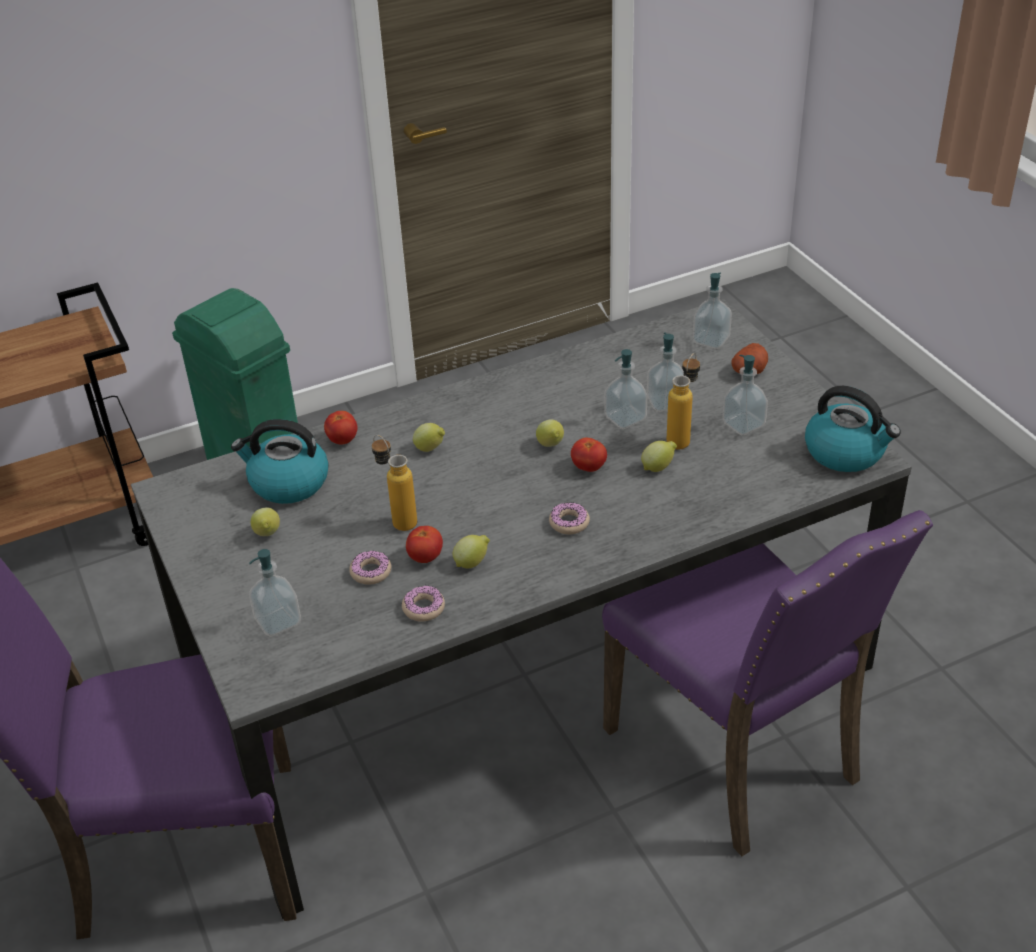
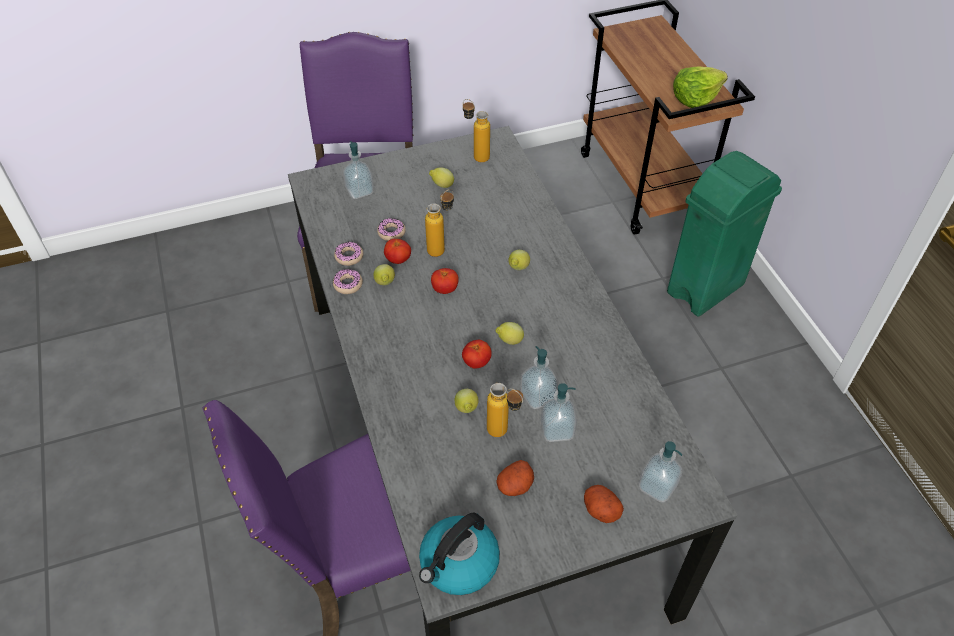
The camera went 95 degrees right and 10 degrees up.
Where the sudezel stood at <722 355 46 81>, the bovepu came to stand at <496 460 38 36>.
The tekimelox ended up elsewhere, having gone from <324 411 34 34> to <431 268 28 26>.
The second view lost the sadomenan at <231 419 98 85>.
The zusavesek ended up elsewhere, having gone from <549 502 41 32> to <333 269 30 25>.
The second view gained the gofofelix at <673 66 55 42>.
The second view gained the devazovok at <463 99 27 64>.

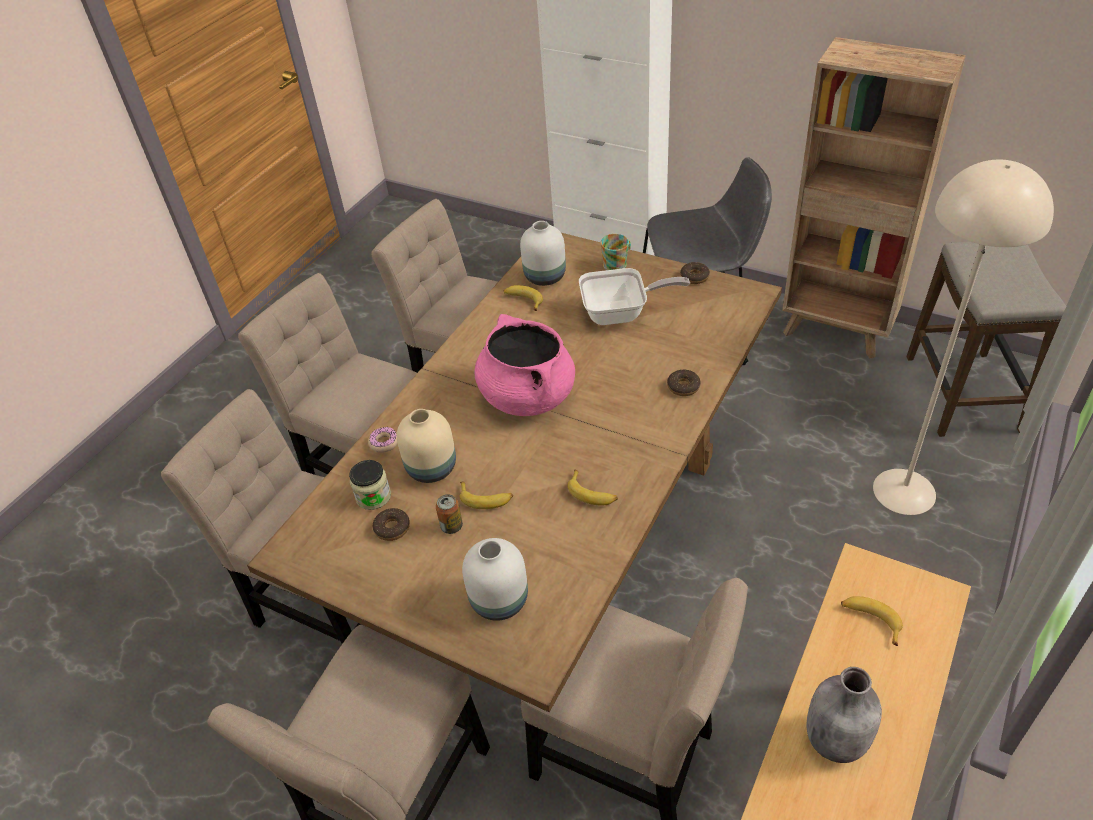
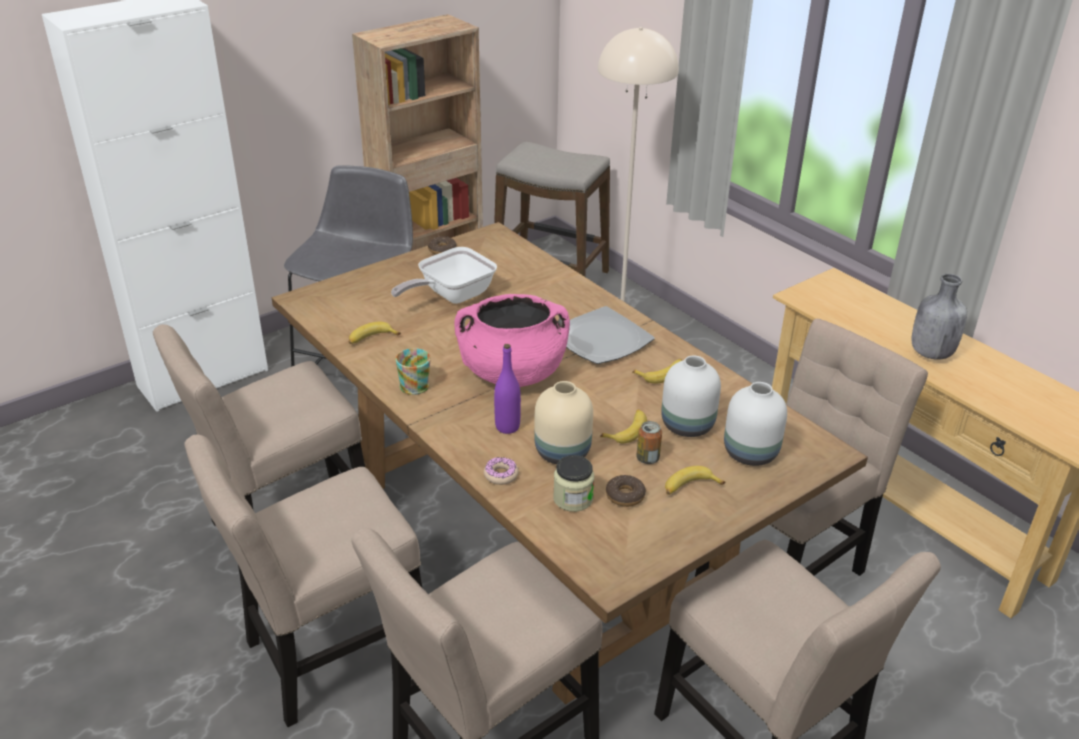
The camera went 70 degrees left and 10 degrees down.
The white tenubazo ended up elsewhere, having gone from <520 221 46 65> to <661 355 60 82>.
The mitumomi ended up elsewhere, having gone from <600 234 31 36> to <396 348 35 47>.
The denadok at <579 268 111 57> ended up facing another way, 150 degrees counterclockwise from before.
The second view lost the zusavesek at <667 369 34 27>.
The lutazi ended up elsewhere, having gone from <841 596 62 50> to <665 466 60 29>.
The second view gained the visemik at <566 306 89 58>.
The second view gained the purple devazovok at <494 344 27 90>.

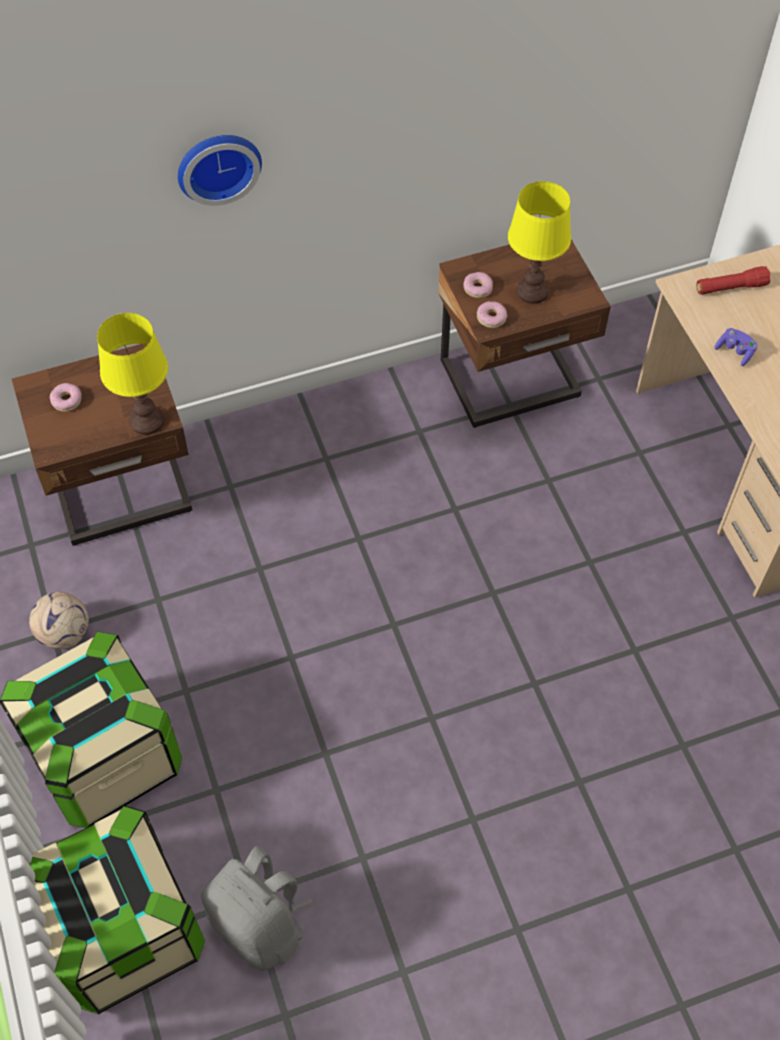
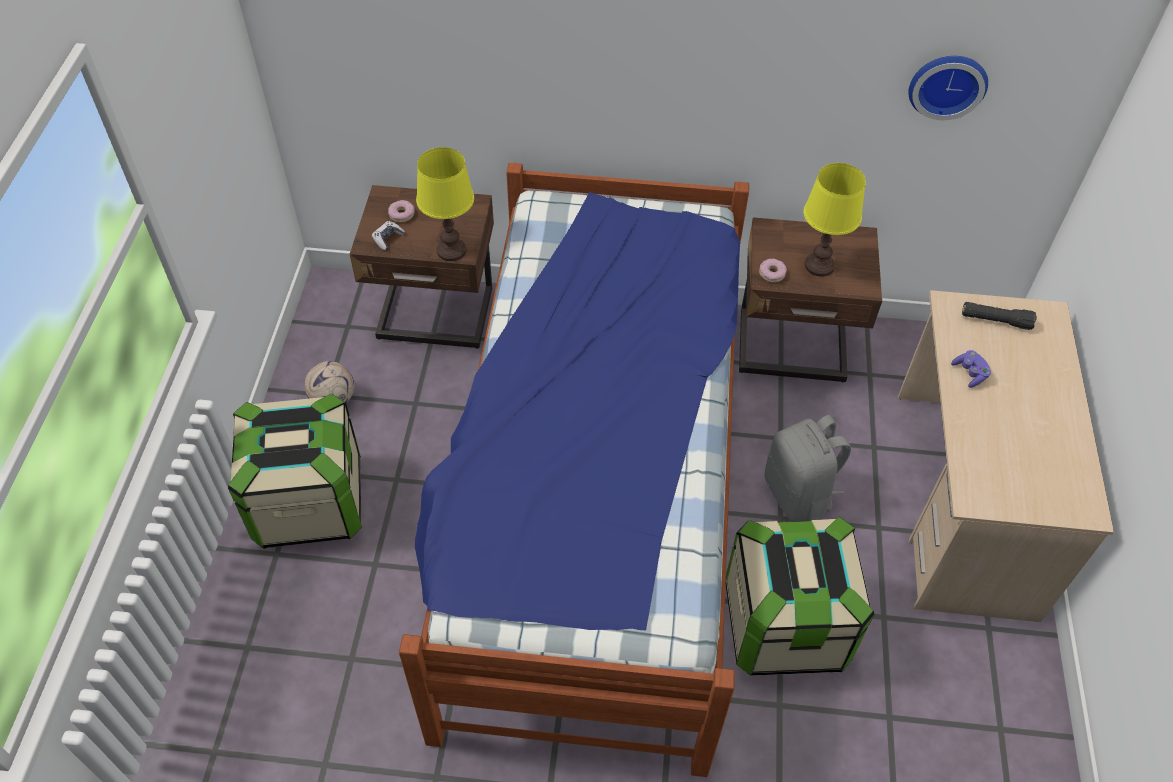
The camera went 25 degrees right and 5 degrees down.
The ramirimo ended up elsewhere, having gone from <178 135 84 71> to <908 56 80 64>.
What was the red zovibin at <696 266 74 29> turned into the black zovibin at <962 302 75 28>.
The second view lost the zusavesek at <463 272 30 26>.
The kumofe ended up elsewhere, having gone from <29 806 176 208> to <726 517 148 159>.
The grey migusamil ended up elsewhere, having gone from <201 846 111 125> to <765 415 86 106>.
The second view gained the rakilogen at <399 163 350 614>.
The second view gained the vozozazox at <372 221 33 29>.

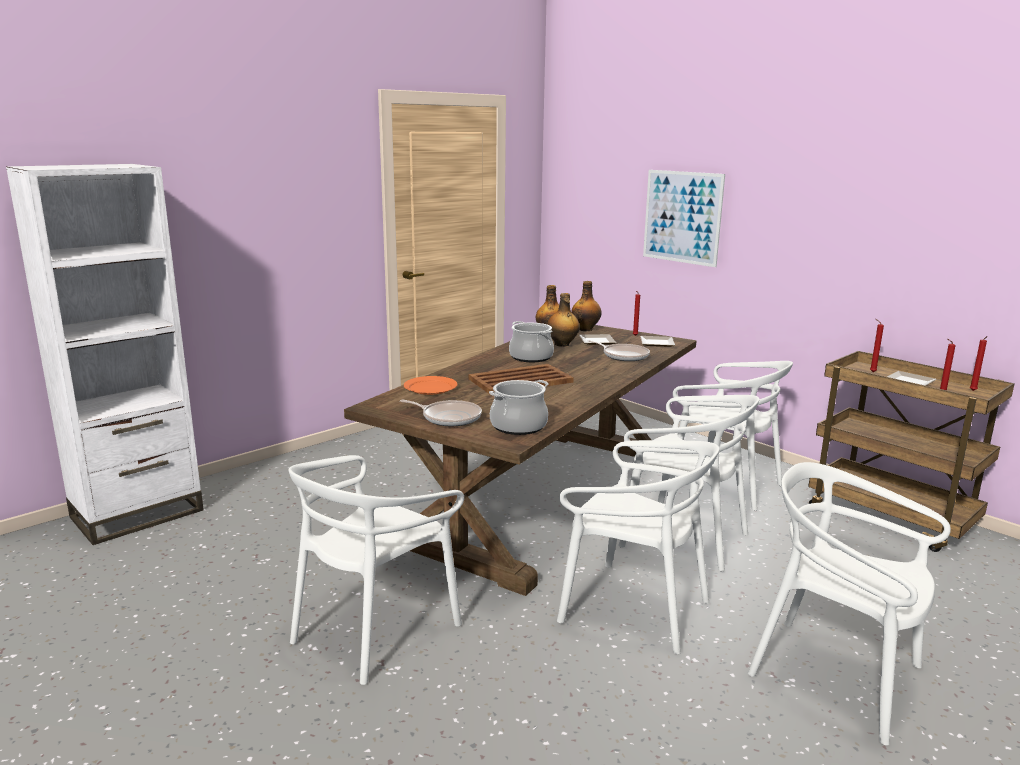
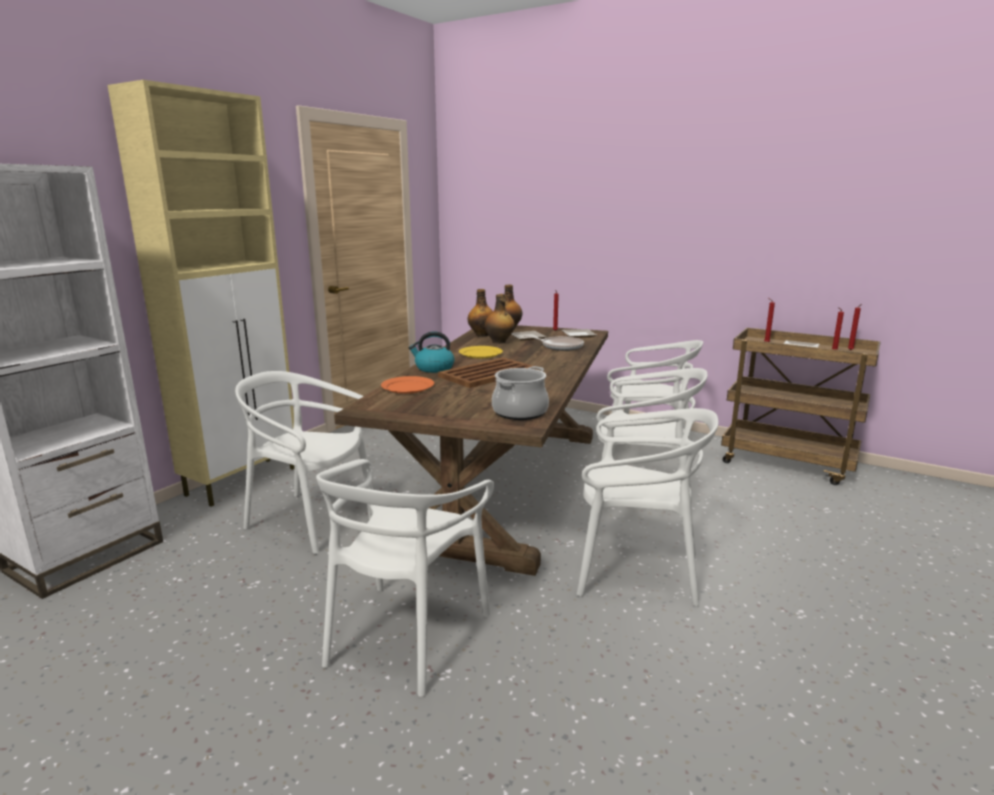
The camera went 15 degrees left and 0 degrees up.
The second view lost the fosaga at <643 170 82 97>.
Where the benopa stood at <509 321 45 41>, the yellow visemik came to stand at <459 346 44 13>.
The second view lost the denadok at <400 400 82 26>.
The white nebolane ended up elsewhere, having gone from <748 462 203 283> to <235 371 138 183>.
The second view gained the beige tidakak at <108 80 186 426>.
The second view gained the sadomenan at <408 331 47 42>.

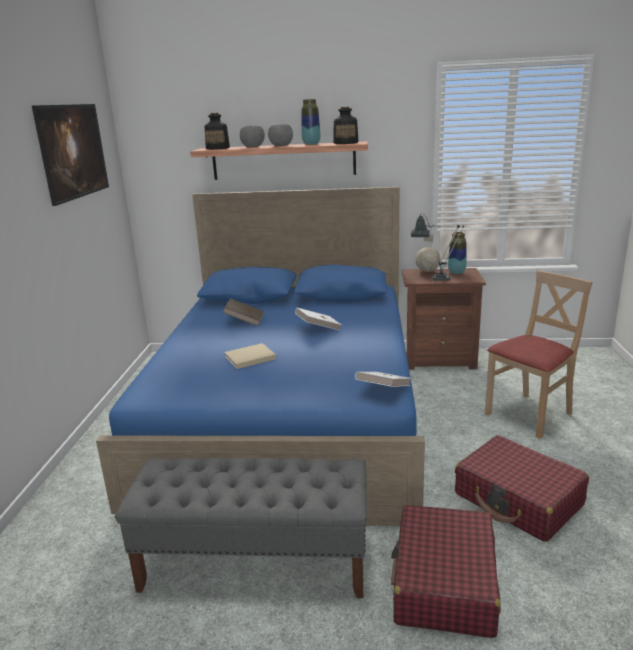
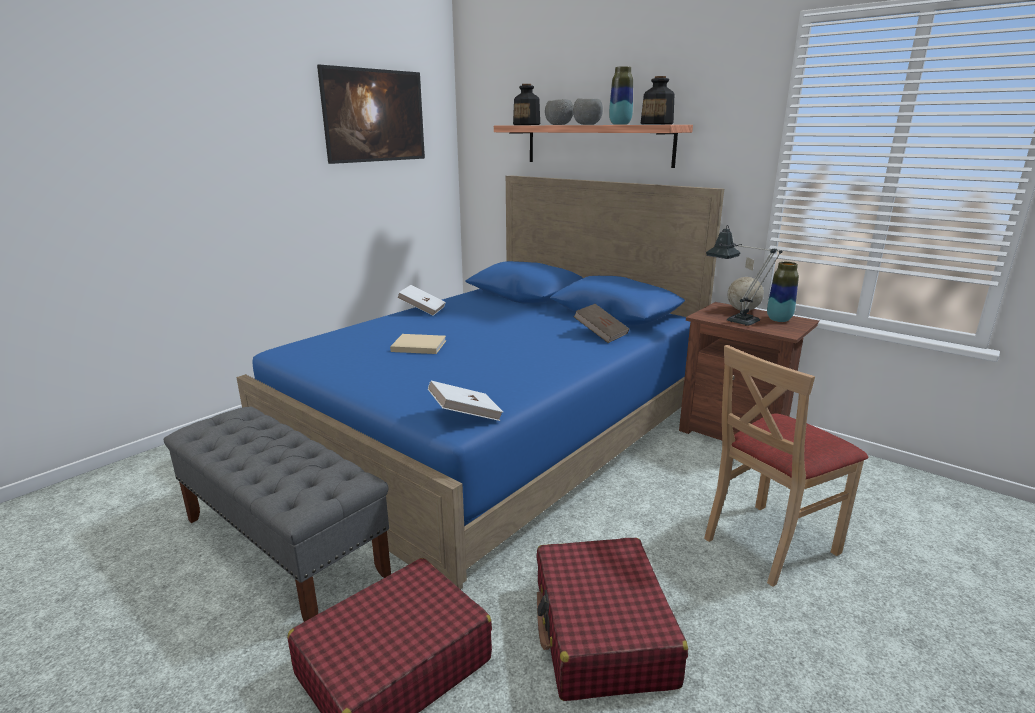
The camera went 35 degrees right and 0 degrees up.
The beige nebolane at <485 271 107 168> ended up facing another way, 150 degrees clockwise from before.
The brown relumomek ended up elsewhere, having gone from <223 298 41 28> to <573 304 56 39>.
The white relumomek ended up elsewhere, having gone from <295 308 47 22> to <397 285 49 31>.

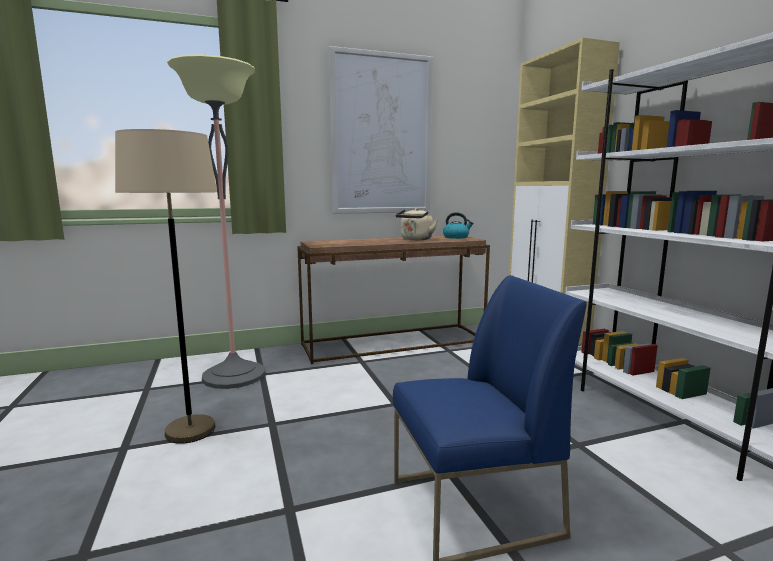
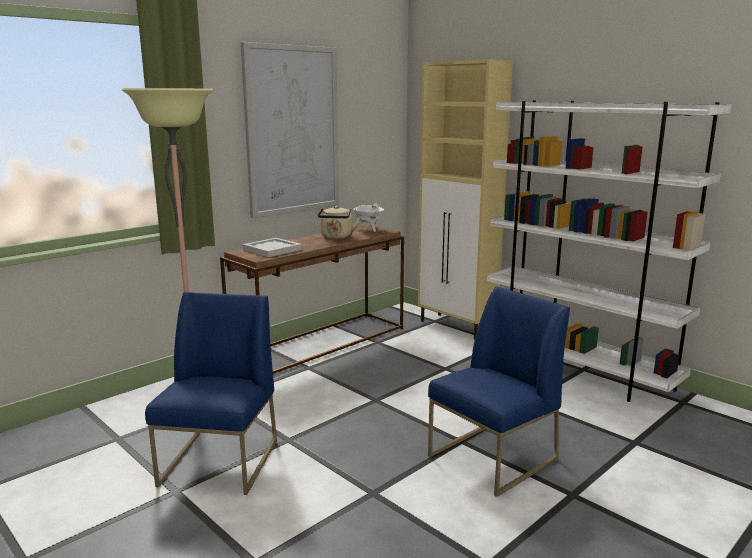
The camera went 25 degrees left and 5 degrees up.
Where the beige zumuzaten stood at <115 129 102 315>, the blue nebolane came to stand at <145 292 132 203>.
Where the sadomenan stood at <443 212 31 27>, the white benopa came to stand at <353 203 31 29>.
The second view gained the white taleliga at <243 238 59 19>.

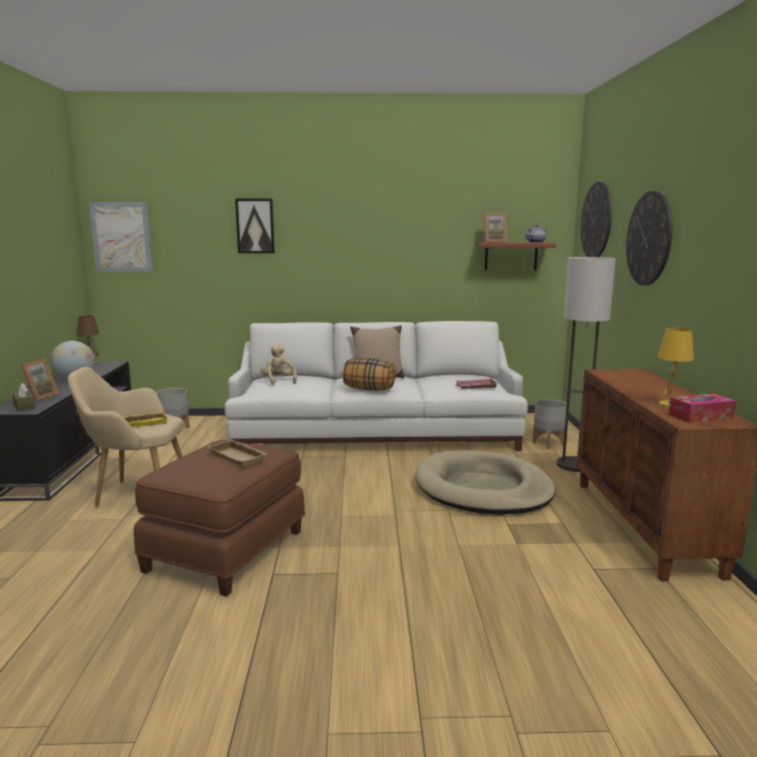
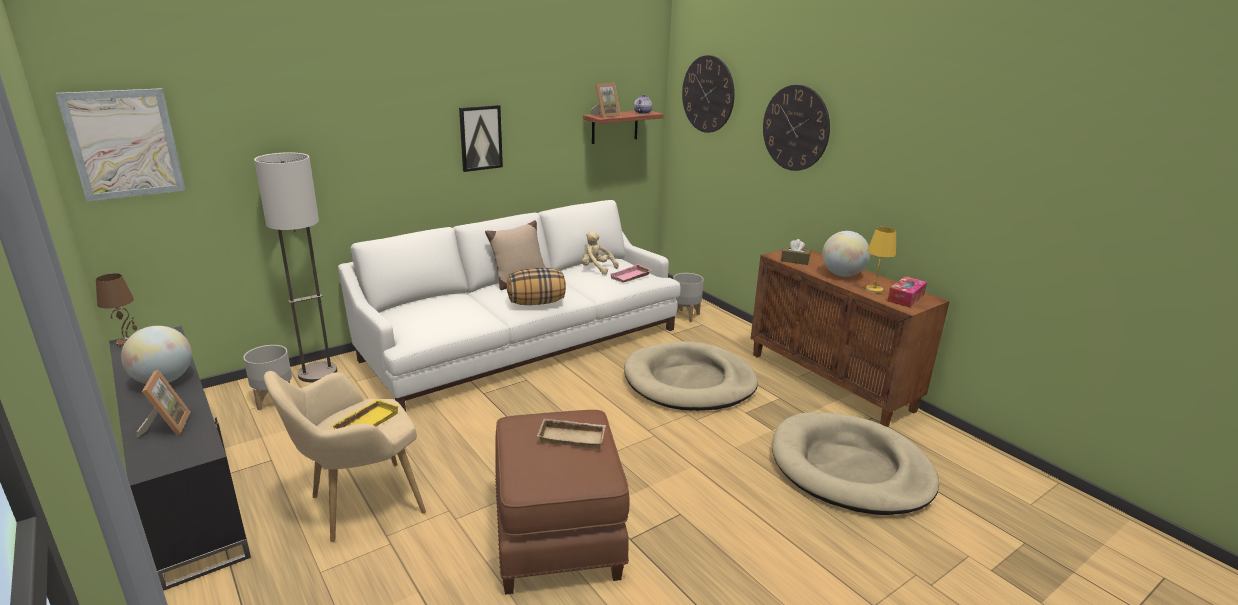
The camera went 35 degrees left and 10 degrees up.
The fosaga ended up elsewhere, having gone from <235 198 40 55> to <459 105 44 67>.
The zumuzaten ended up elsewhere, having gone from <557 257 59 215> to <254 152 83 230>.
The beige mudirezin ended up elsewhere, having gone from <261 344 36 41> to <582 231 37 44>.
The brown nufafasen ended up elsewhere, having gone from <12 383 23 28> to <781 239 30 26>.
The second view gained the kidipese at <822 231 48 46>.
The second view gained the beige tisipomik at <772 412 167 103>.

